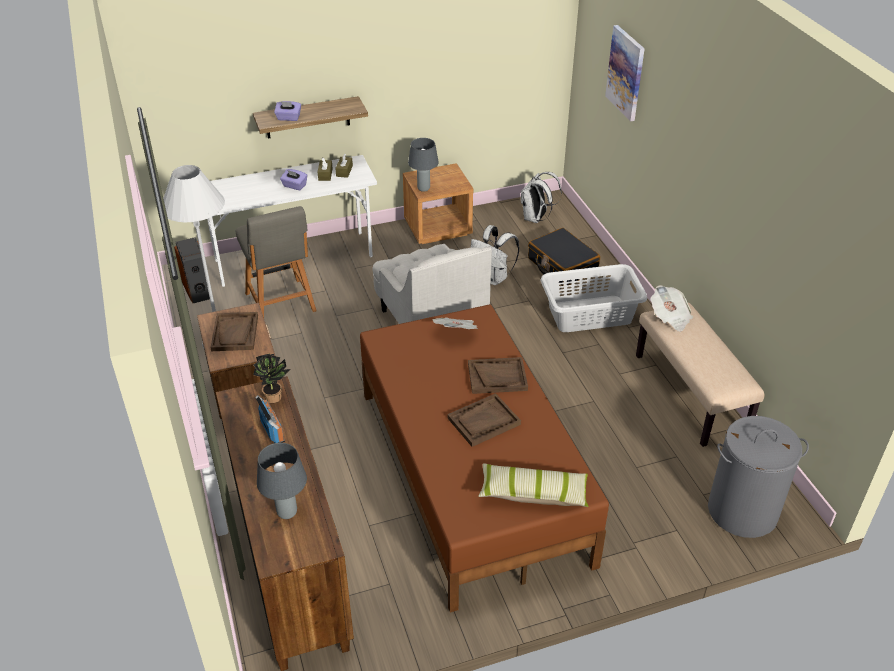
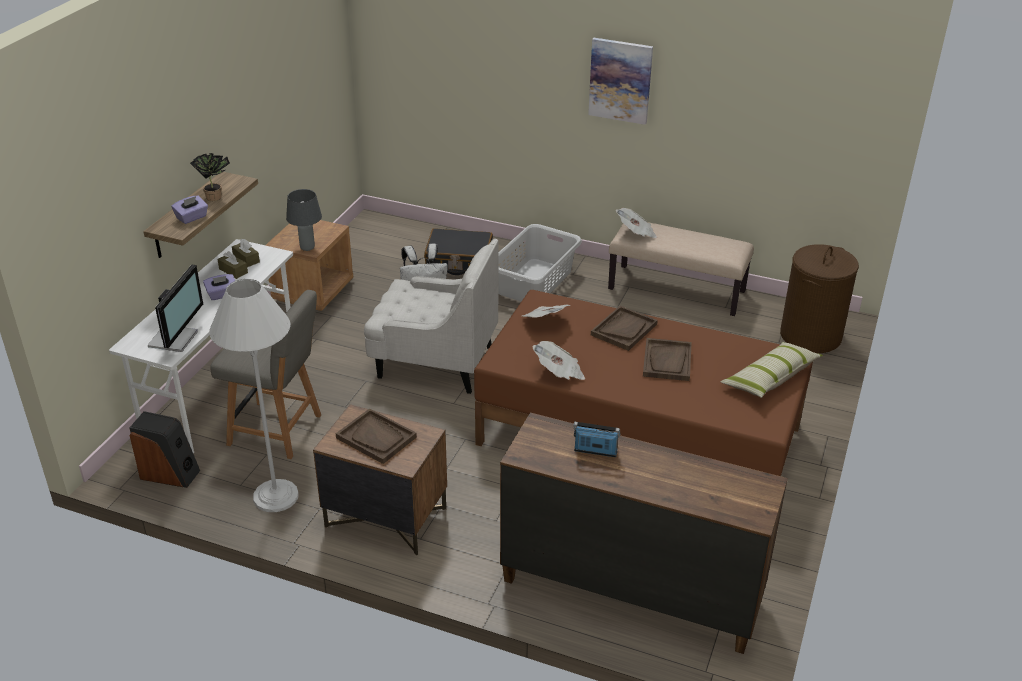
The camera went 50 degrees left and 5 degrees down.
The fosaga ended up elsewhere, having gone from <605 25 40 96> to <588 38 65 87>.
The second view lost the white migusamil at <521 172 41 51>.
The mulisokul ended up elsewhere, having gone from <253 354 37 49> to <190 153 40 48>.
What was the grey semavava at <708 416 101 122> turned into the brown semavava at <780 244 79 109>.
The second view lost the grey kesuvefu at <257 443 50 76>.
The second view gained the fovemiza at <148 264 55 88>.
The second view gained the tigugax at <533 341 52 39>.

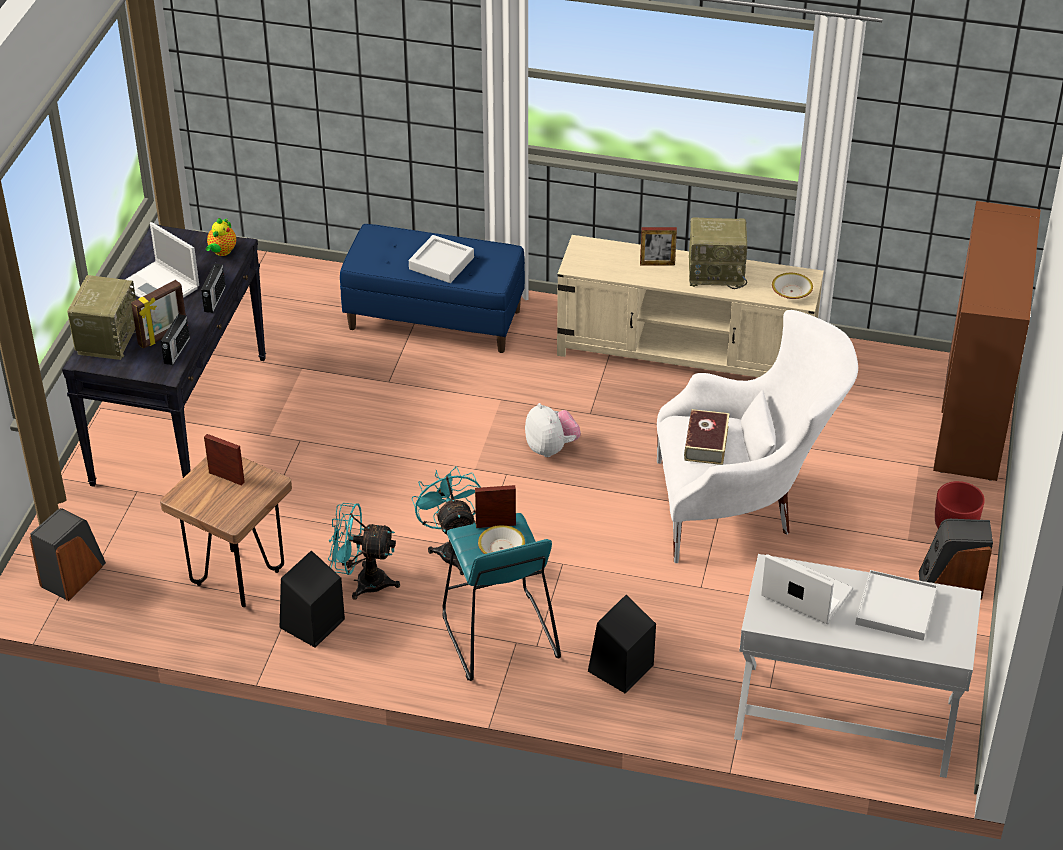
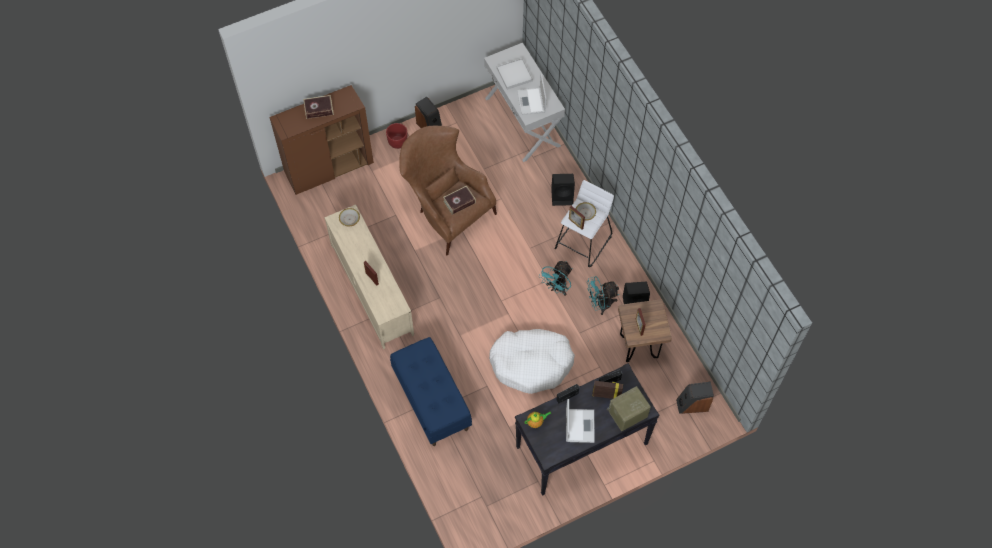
The camera went 130 degrees left and 20 degrees up.
The second view lost the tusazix at <689 217 58 72>.
The second view lost the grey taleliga at <409 235 65 48>.
What was the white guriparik at <657 310 201 253> turned into the brown guriparik at <399 126 98 130>.
The second view lost the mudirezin at <525 403 56 54>.
The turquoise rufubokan at <328 503 72 96> ended up facing another way, 105 degrees clockwise from before.
What was the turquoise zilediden at <442 513 119 168> turned into the white zilediden at <555 180 59 87>.
The second view gained the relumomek at <303 95 31 24>.
The second view gained the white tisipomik at <489 329 86 65>.

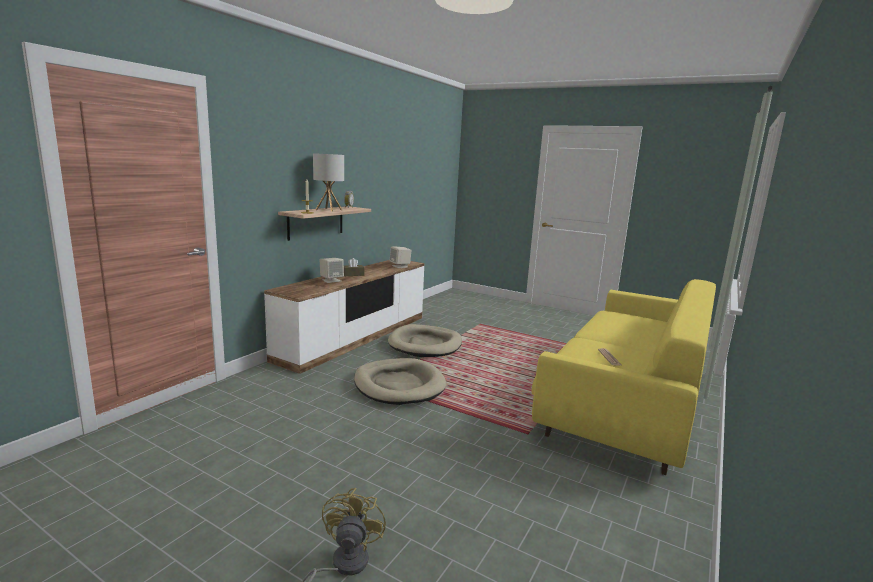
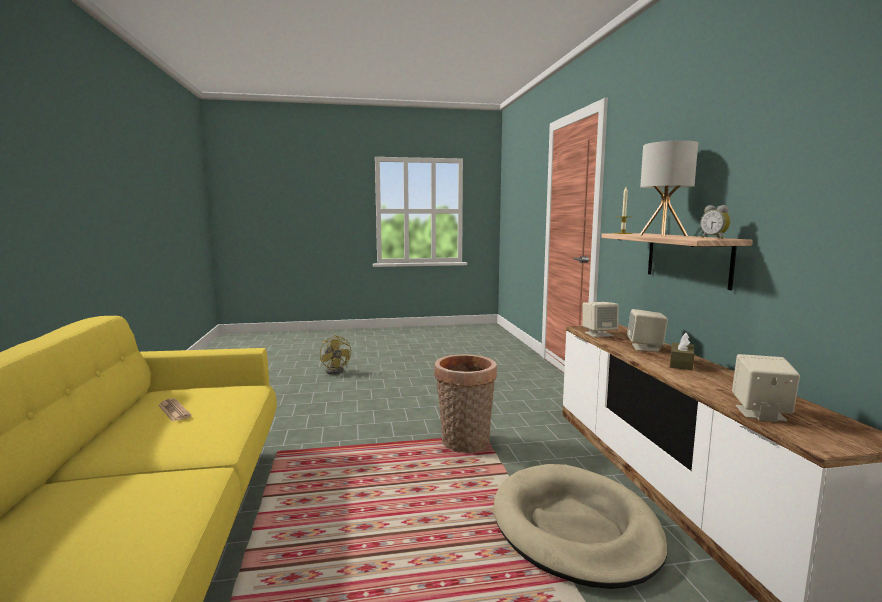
The camera went 140 degrees right and 5 degrees down.
Where the beige tisipomik stood at <354 358 92 47>, the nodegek came to stand at <434 354 63 99>.
The second view gained the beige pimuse at <582 302 37 35>.

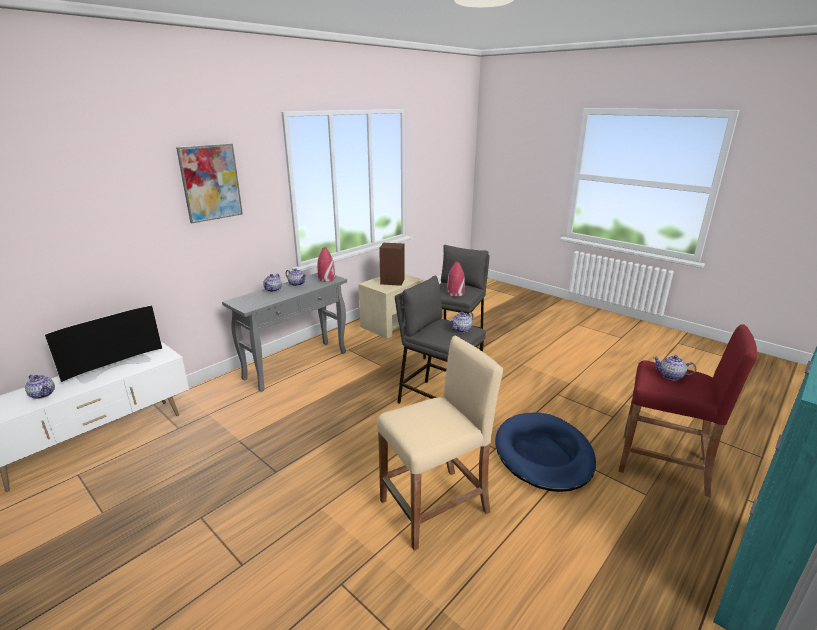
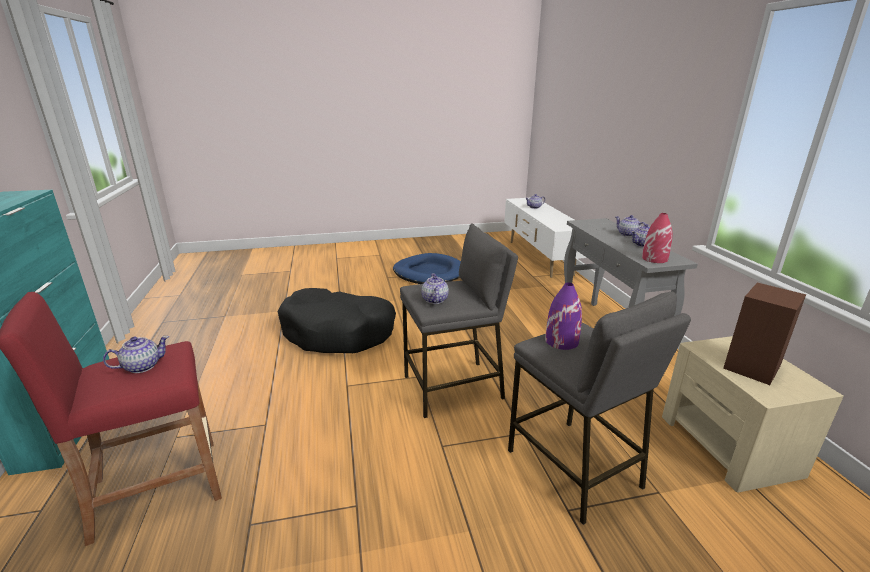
The camera went 125 degrees right and 0 degrees up.
The second view lost the fosaga at <176 144 67 79>.
What was the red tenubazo at <447 261 18 36> turned into the purple tenubazo at <545 283 37 67>.
The second view lost the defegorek at <44 305 119 79>.
Where the beige zilediden stood at <377 336 126 214>, the black tisipomik came to stand at <277 288 119 65>.
The blue tisipomik ended up elsewhere, having gone from <495 412 101 80> to <393 253 68 31>.

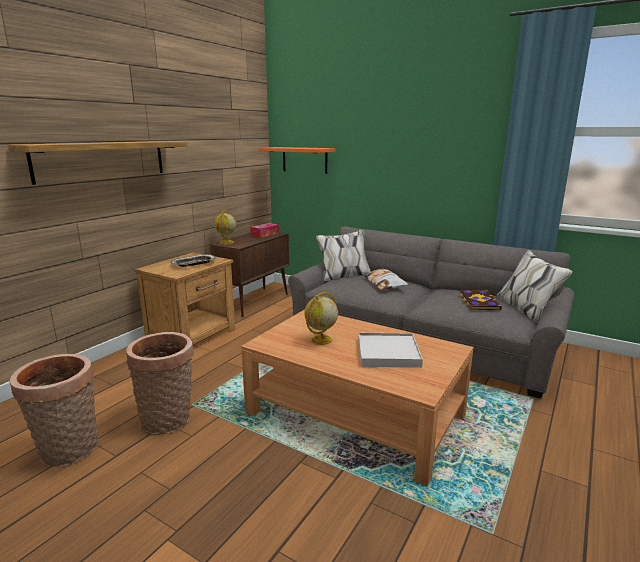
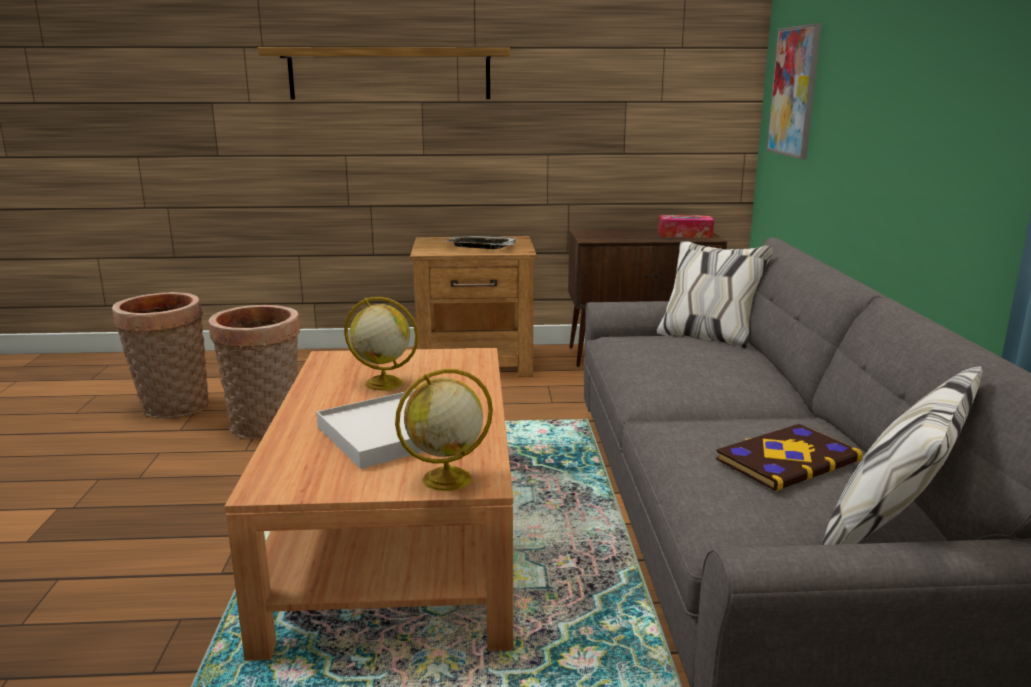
The camera went 55 degrees right and 0 degrees up.
Where the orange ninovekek hung at <259 147 76 27>, the fosaga came to hang at <766 23 56 136>.
The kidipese ended up elsewhere, having gone from <214 210 22 34> to <395 369 98 122>.
The second view lost the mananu at <363 269 45 21>.

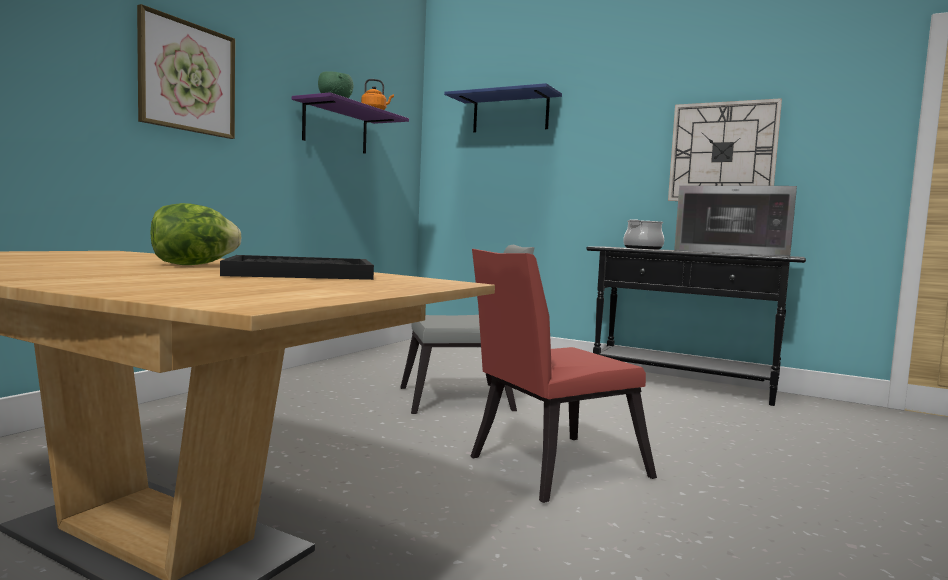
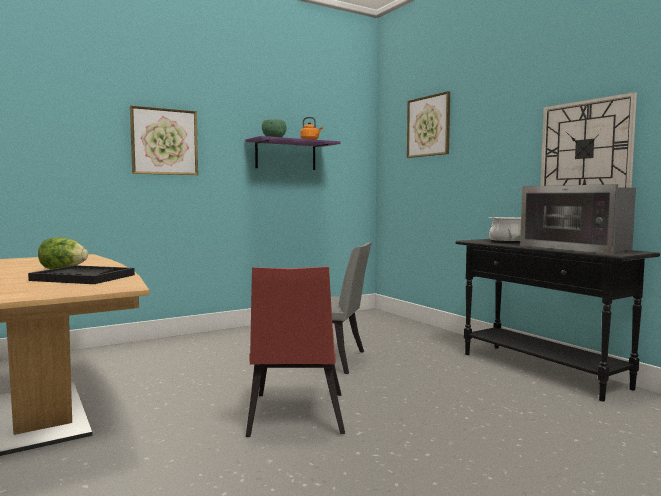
The camera went 30 degrees right and 0 degrees up.
Where the blue ninovekek hung at <444 83 118 50>, the fosaga came to hang at <407 91 43 67>.
The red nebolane at <470 249 187 254> ended up facing another way, 90 degrees counterclockwise from before.

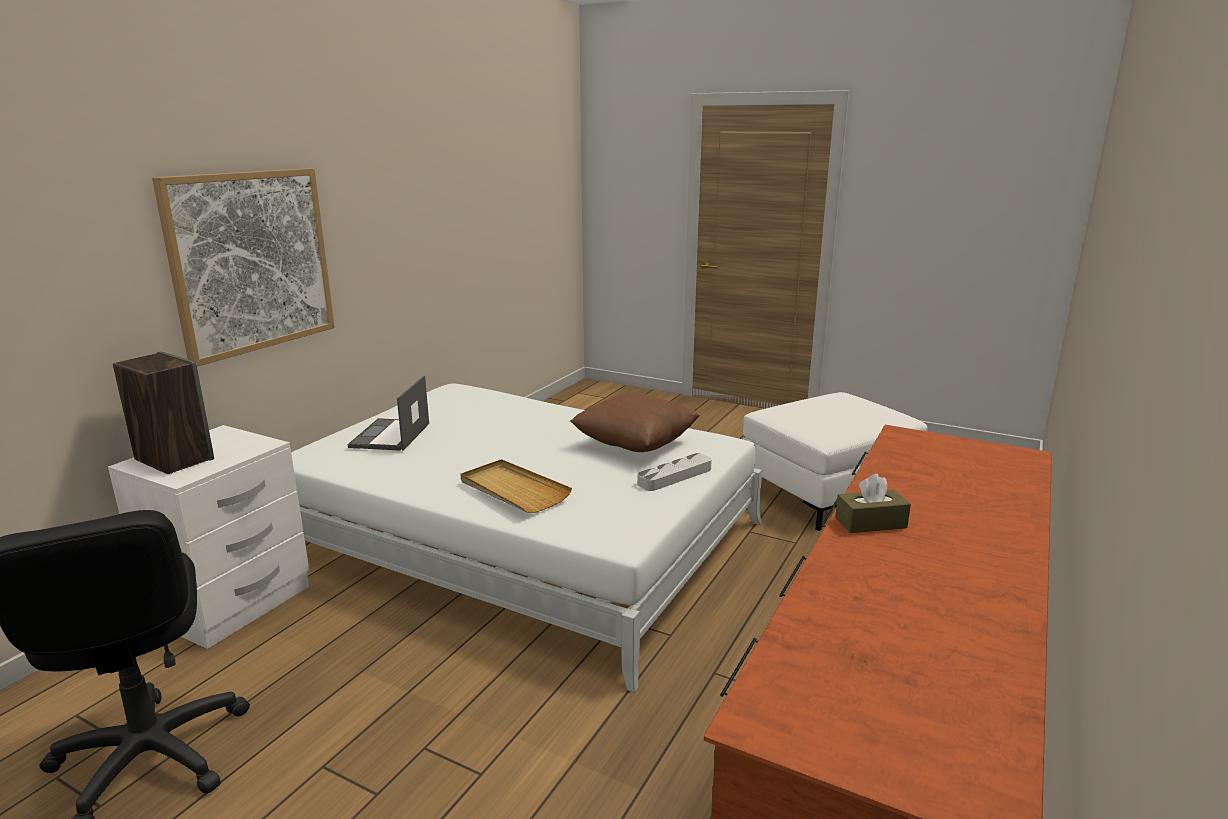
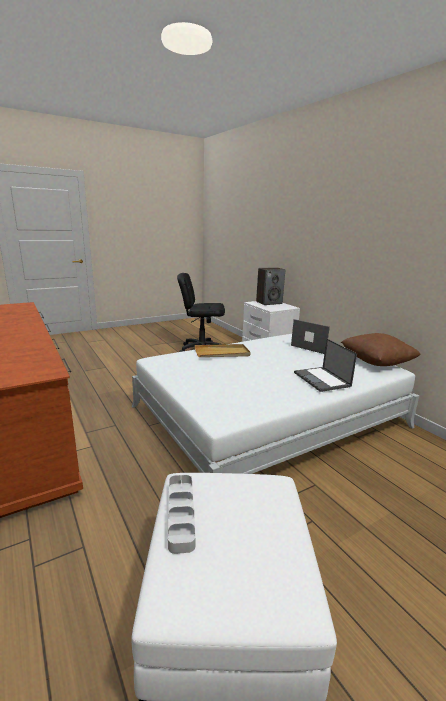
The camera went 120 degrees right and 0 degrees up.
The second view lost the fosaga at <152 168 183 199>.
The brown mananu ended up elsewhere, having gone from <570 393 130 59> to <341 333 80 33>.
The grey taleliga ended up elsewhere, having gone from <637 453 75 38> to <168 475 28 79>.
The second view lost the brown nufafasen at <835 474 76 59>.
The second view gained the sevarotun at <294 339 63 53>.

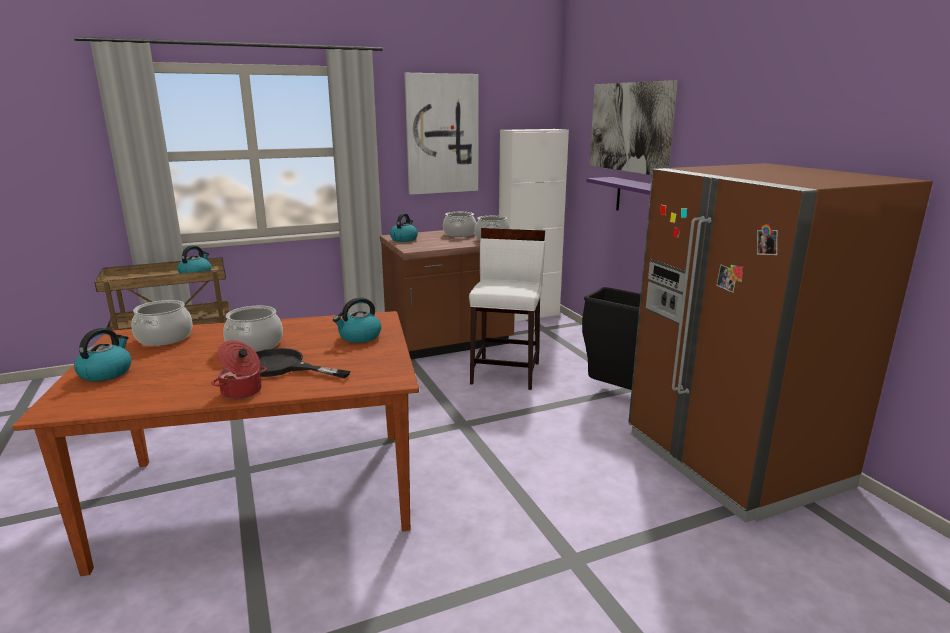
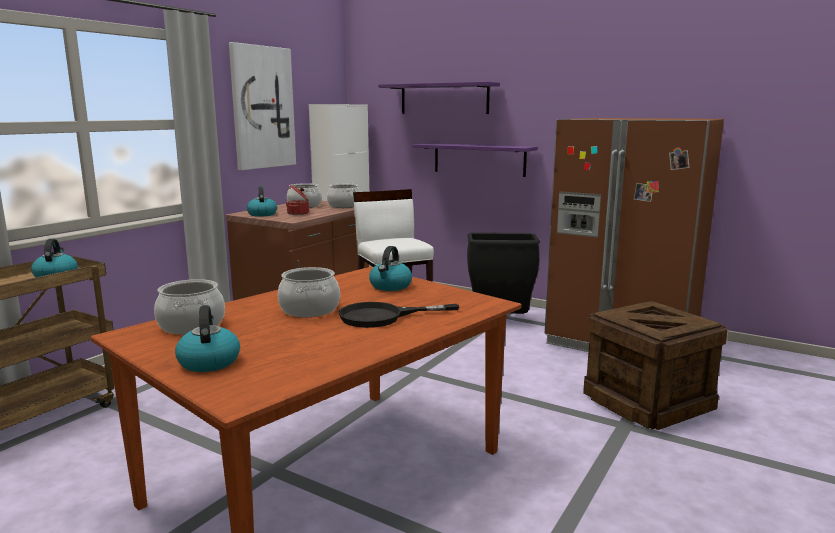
The camera went 35 degrees left and 5 degrees down.
Where the fosaga hung at <590 80 88 95>, the purple ninovekek came to hang at <378 82 122 32>.
The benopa ended up elsewhere, having gone from <211 340 56 59> to <286 185 23 30>.
The second view gained the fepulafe at <583 301 145 129>.

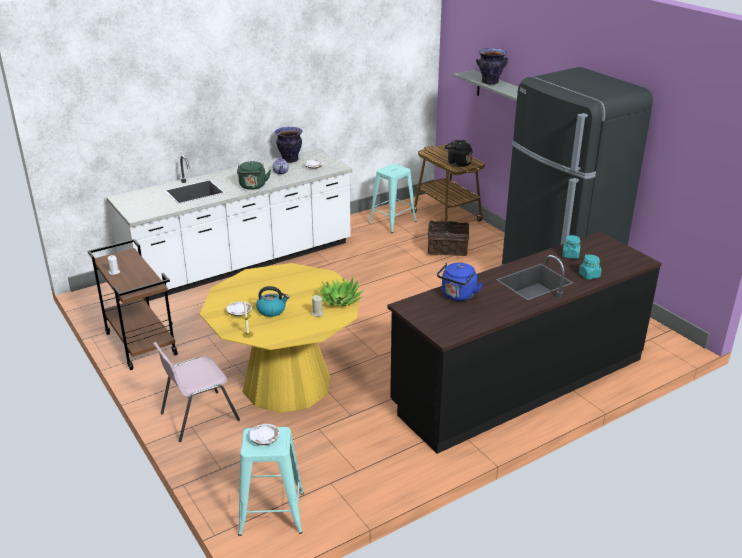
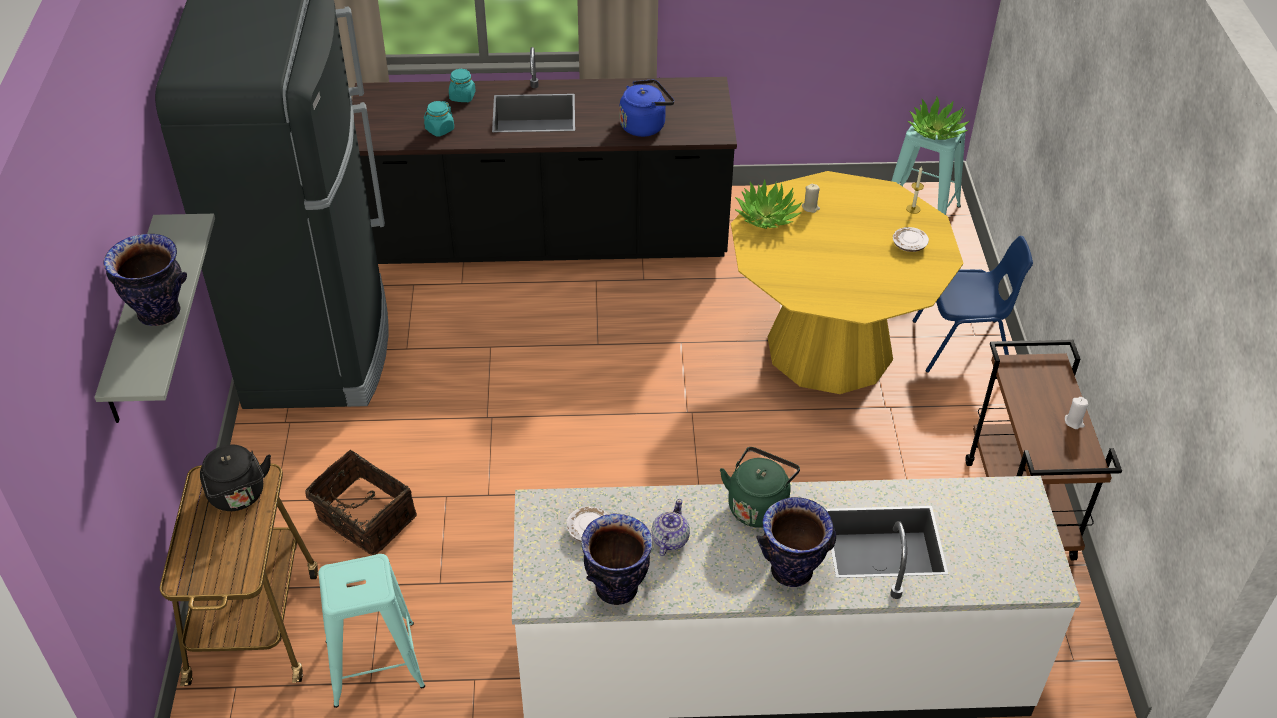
The camera went 150 degrees left and 15 degrees up.
The second view lost the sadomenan at <256 286 33 31>.
What was the pink nebolane at <153 342 87 100> turned into the blue nebolane at <913 236 120 137>.
Where the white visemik stood at <249 424 31 21>, the mulisokul came to stand at <908 97 62 43>.
The second view gained the tenubazo at <757 497 79 90>.

